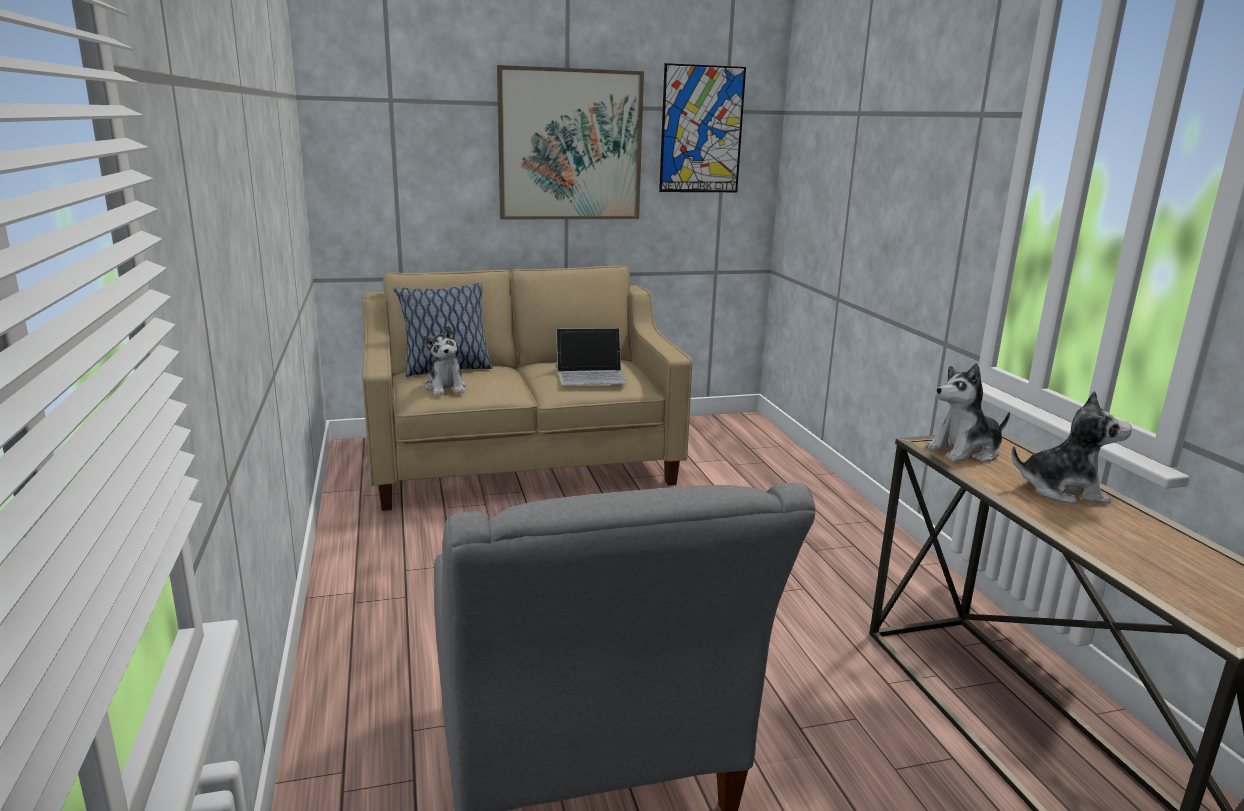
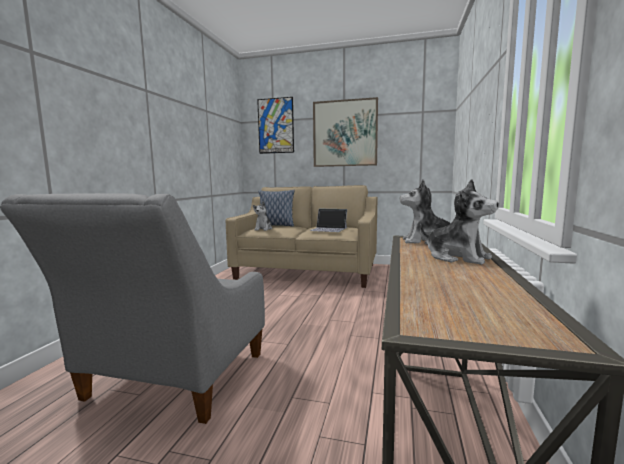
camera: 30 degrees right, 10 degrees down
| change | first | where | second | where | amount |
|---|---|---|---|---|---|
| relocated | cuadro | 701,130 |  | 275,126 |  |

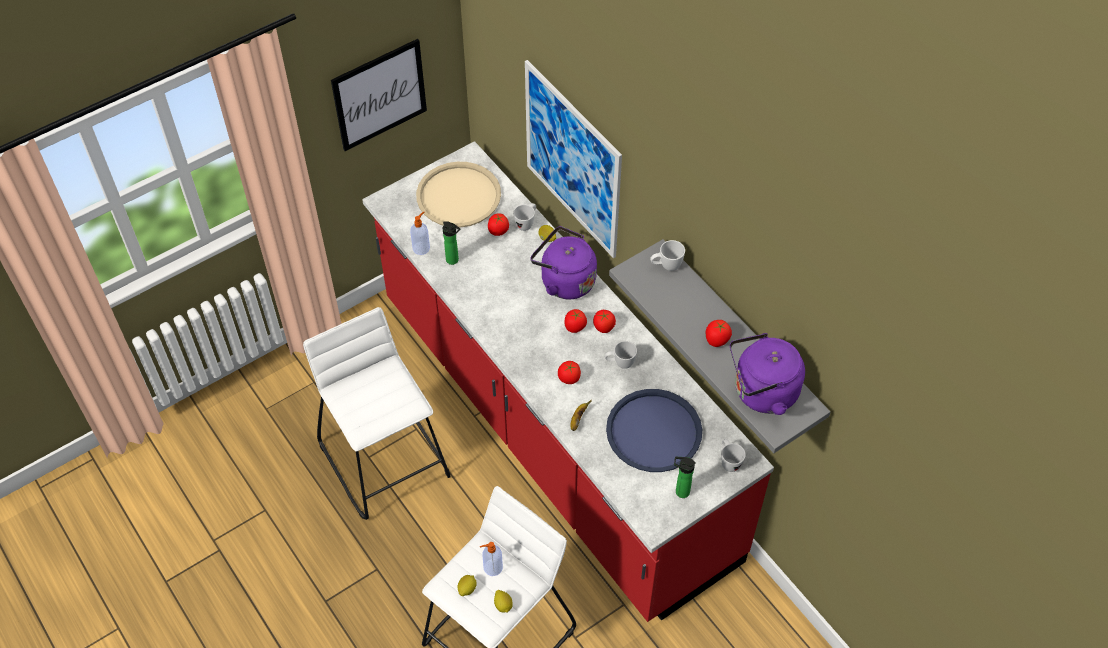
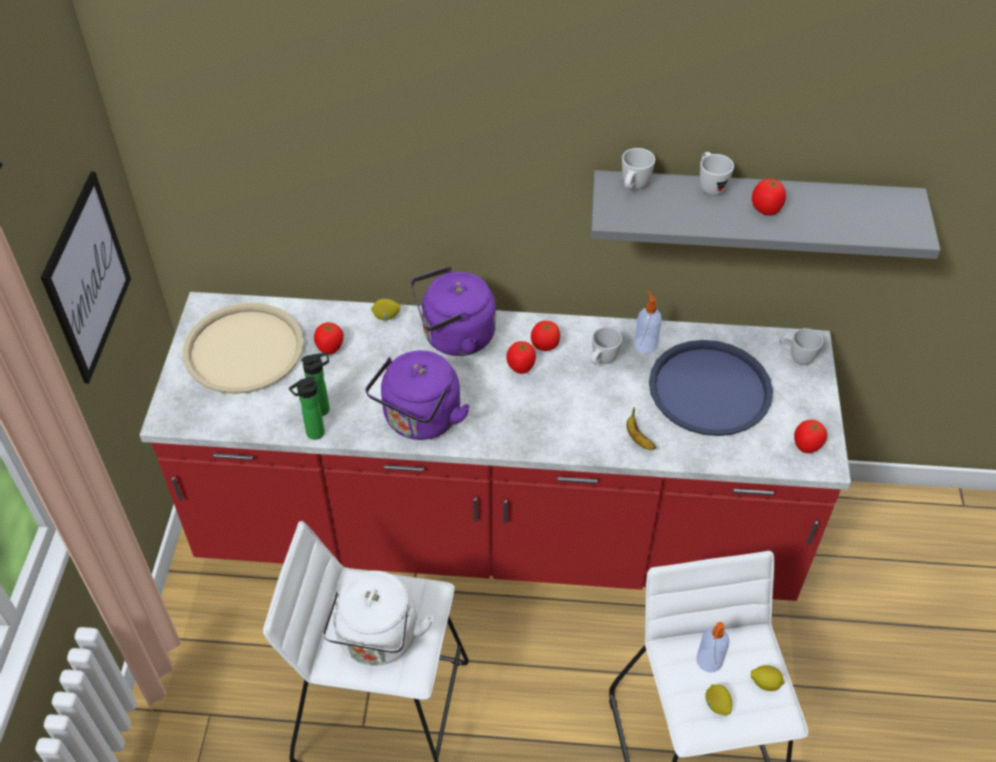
camera: 50 degrees left, 5 degrees down
| change | first | where | second | where | amount |
|---|---|---|---|---|---|
| relocated | botella | 680,491 |  | 312,434 |  |
| appeared |  |  | hervidor (blanco) | 377,640 |  |
| relocated | hervidor (morado) | 761,392 |  | 420,420 |  |
| relocated | dispensador de jabón | 421,248 |  | 645,344 |  |
| relocated | taza grande (blanco) | 526,223 |  | 709,186 |  |
| relocated | tomate | 569,378 |  | 806,446 |  |
| missing | cuadro | 572,160 |  |  |  |

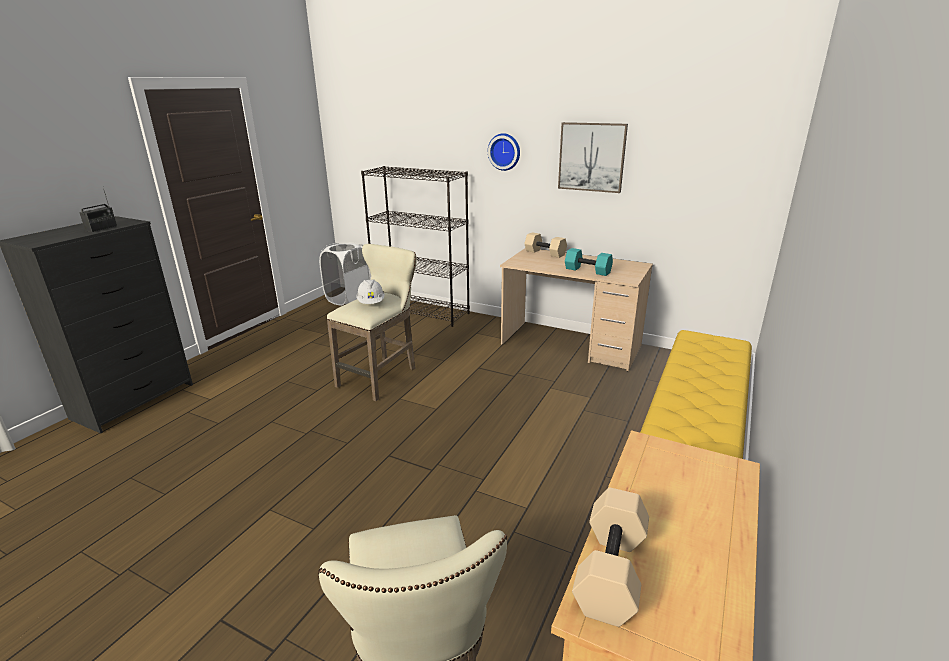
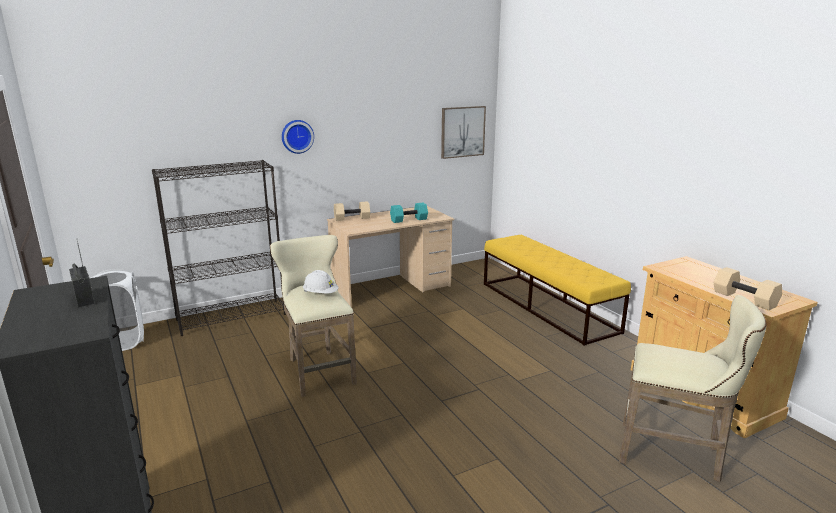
camera: 55 degrees left, 5 degrees down
| change | first | where | second | where | amount |
|---|---|---|---|---|---|
| relocated | cuadro | 591,157 |  | 462,132 |  |

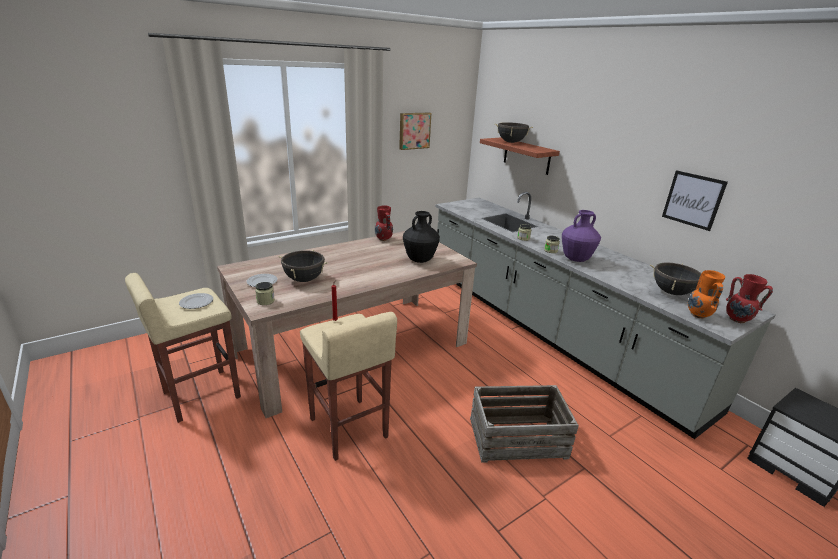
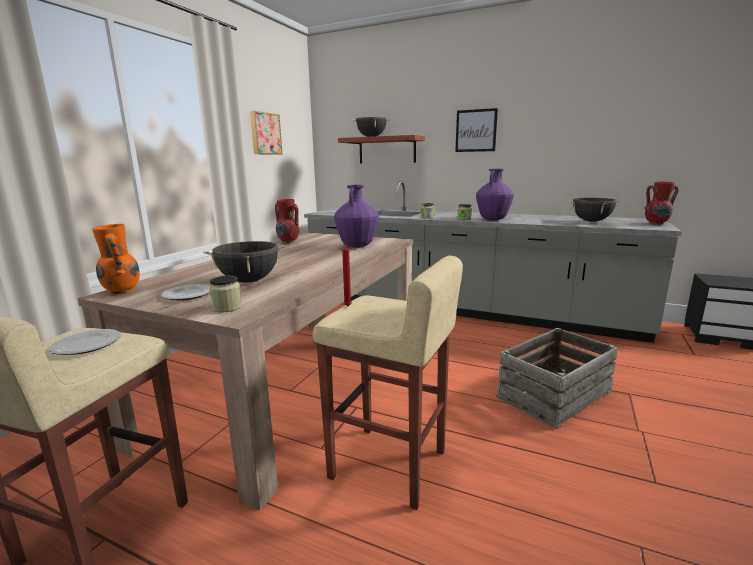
camera: 30 degrees left, 10 degrees down
| change | first | where | second | where | amount |
|---|---|---|---|---|---|
| relocated | florero (naranja) | 698,315 |  | 122,292 |  |
| colour | florero (negro) | 420,260 | florero (morado) | 357,246 |  |
| relocated | cuadro | 693,200 |  | 476,130 |  |

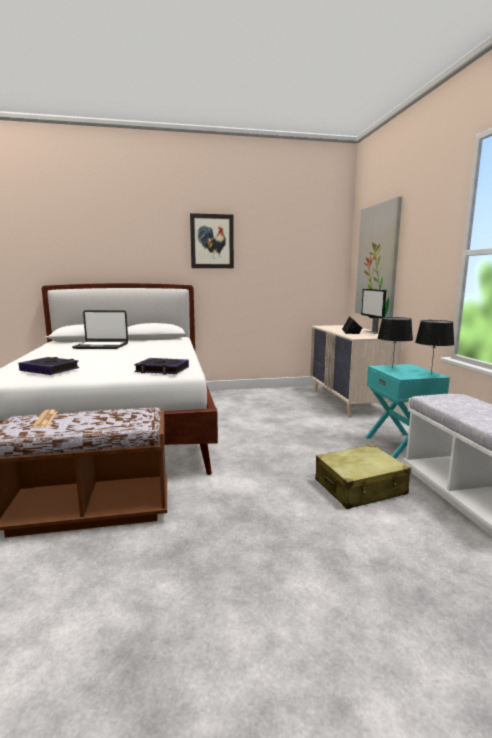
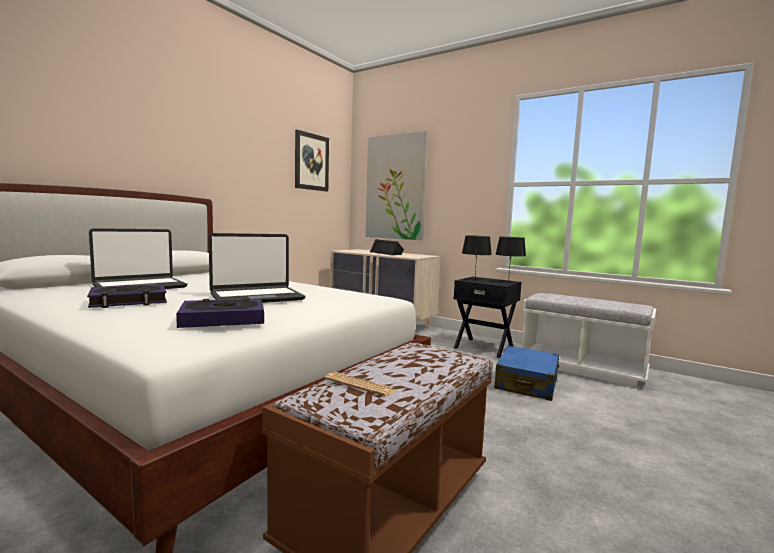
camera: 45 degrees left, 5 degrees down
| change | first | where | second | where | amount |
|---|---|---|---|---|---|
| relocated | libro | 162,370 |  | 129,301 |  |
| appeared |  |  | portátil | 257,297 |  |
| relocated | cuadro | 212,241 |  | 311,162 |  |
| colour | mesita de noche (turquesa) | 400,445 | mesita de noche (negro) | 484,347 |  |
| colour | maleta (beis) | 360,488 | maleta (azul) | 526,383 |  |
| missing | monitor | 372,332 |  |  |  |

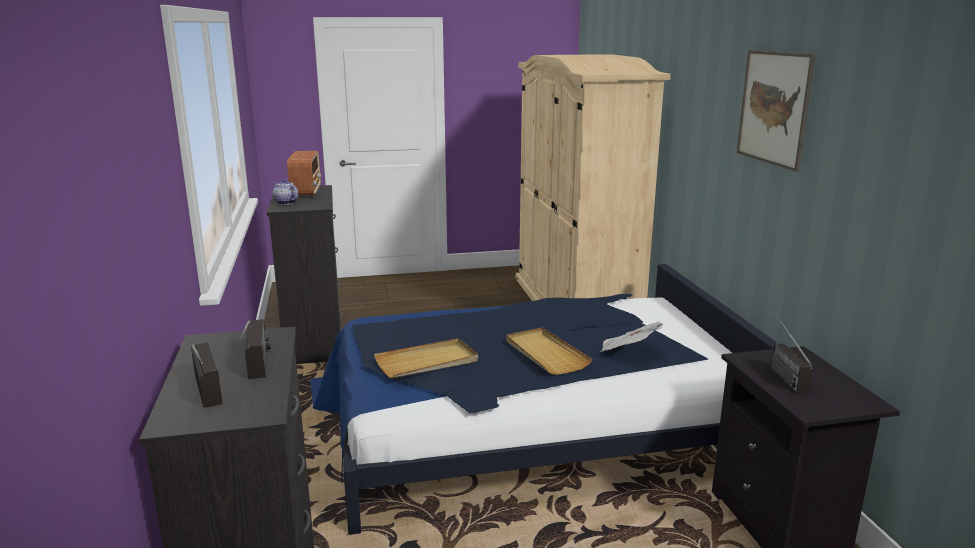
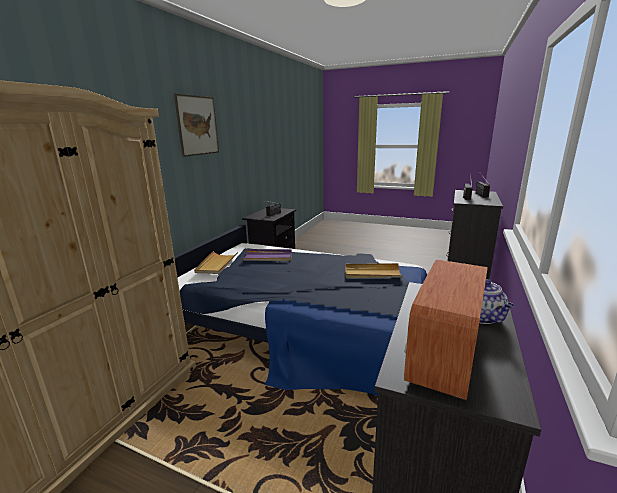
camera: 145 degrees left, 0 degrees up
| change | first | where | second | where | amount |
|---|---|---|---|---|---|
| relocated | bandeja (beis) | 545,354 |  | 217,264 |  |
| exchanged | periódico | 628,351 | bandeja (morado) | 268,257 |  |

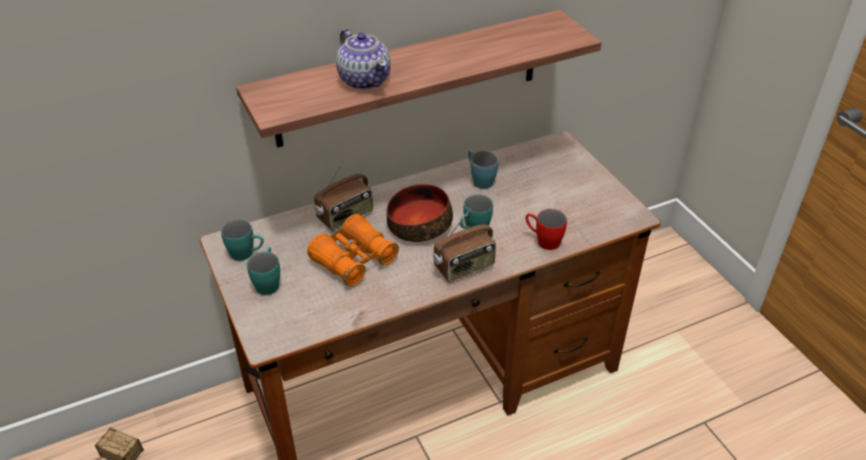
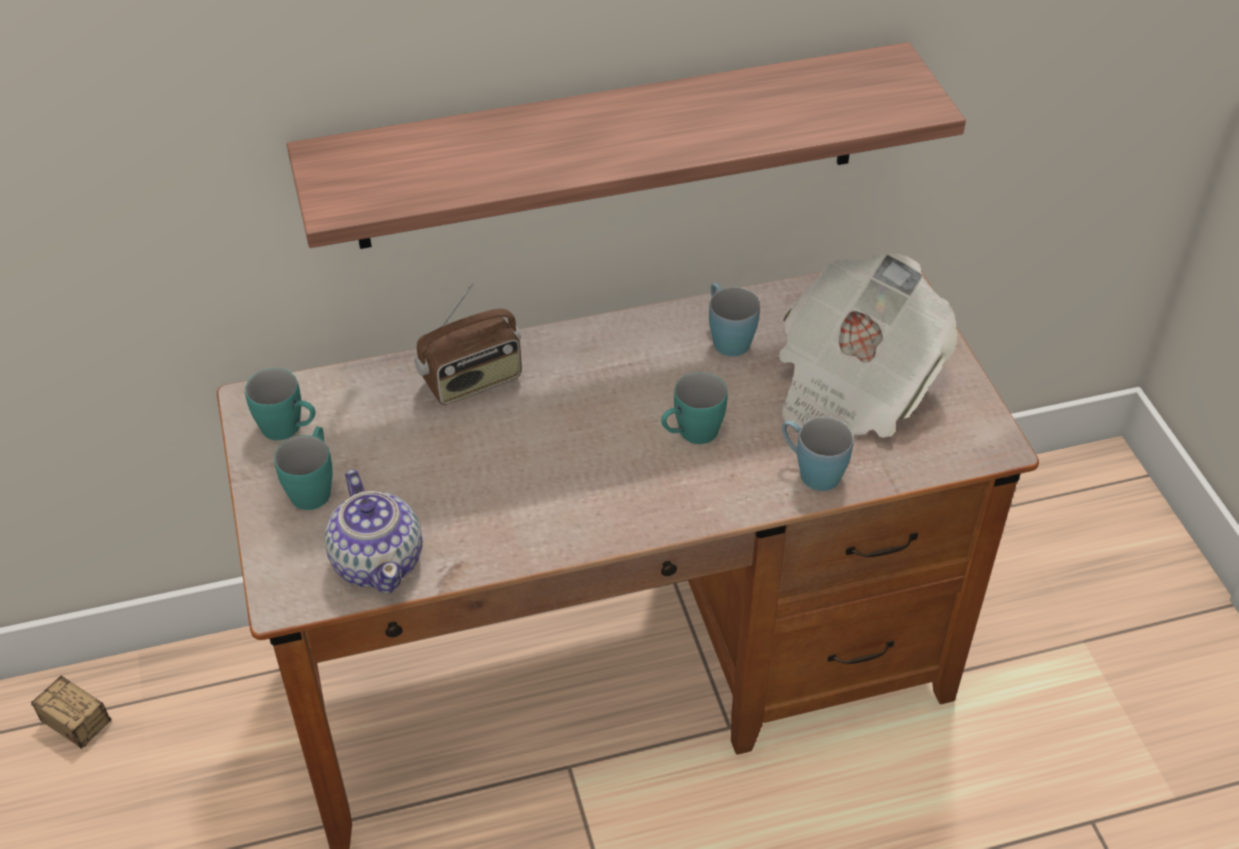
camera: 10 degrees right, 5 degrees up
| change | first | where | second | where | amount |
|---|---|---|---|---|---|
| relocated | tetera | 364,80 |  | 378,561 |  |
| appeared |  |  | periódico | 853,383 |  |
| colour | taza grande (rojo) | 543,241 | taza grande (azul) | 811,471 |  |
| missing | prismáticos (naranja) | 354,260 |  |  |  |
| missing | cuenco | 419,224 |  |  |  |
| missing | radio | 464,268 |  |  |  |

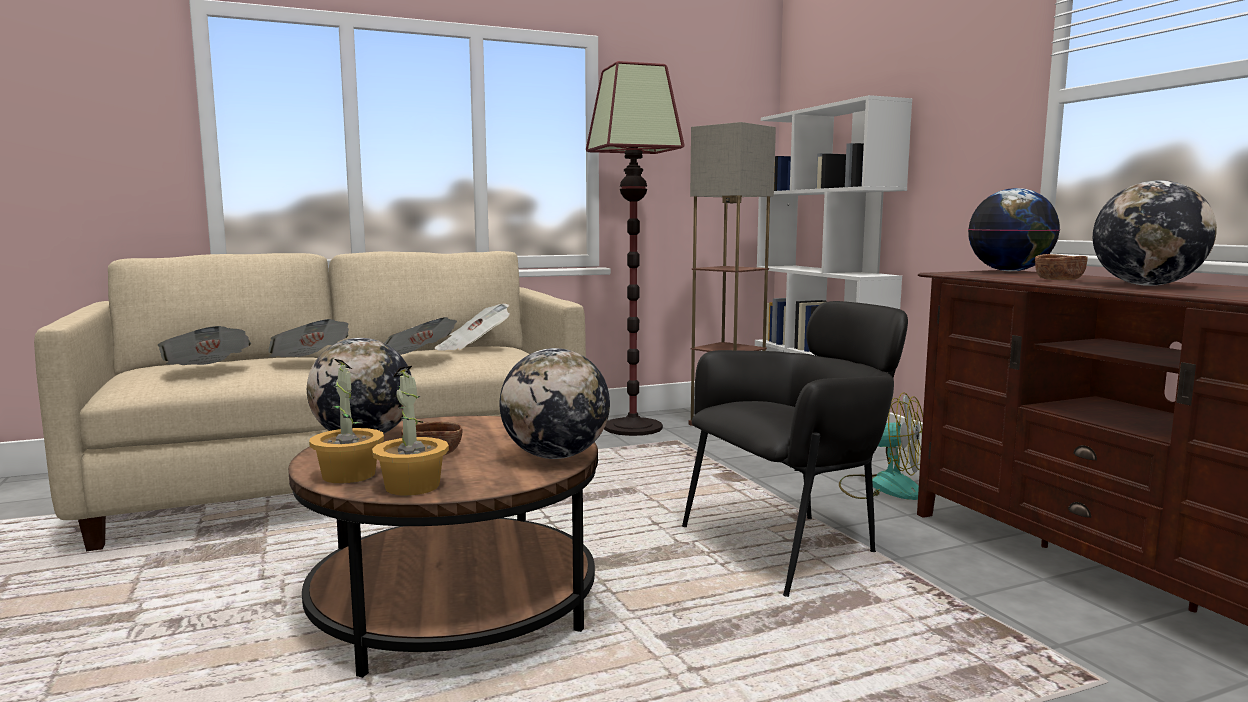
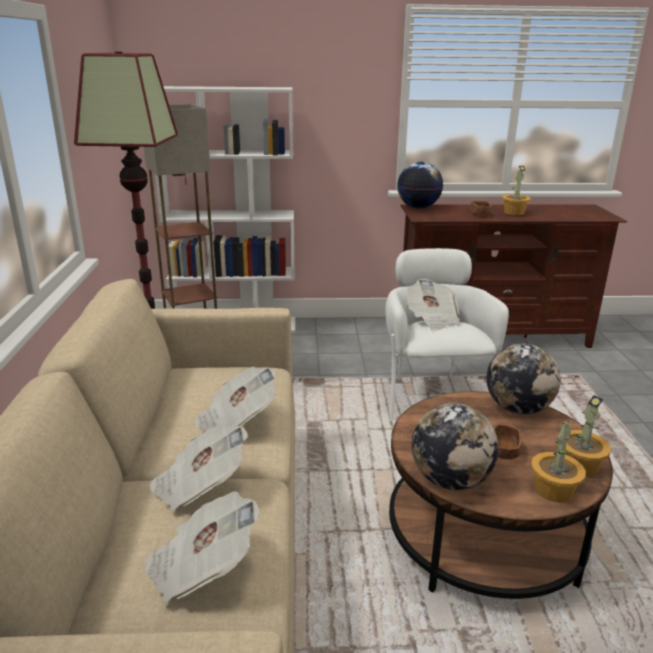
camera: 70 degrees left, 15 degrees up
| change | first | where | second | where | amount |
|---|---|---|---|---|---|
| colour | sillón (negro) | 793,545 | sillón (blanco) | 432,394 |  |
| relocated | periódico | 473,347 |  | 431,318 |  |
| exchanged | globo terráqueo | 1146,285 | planta en maceta | 514,212 |  |
| missing | ventilador | 882,487 |  |  |  |

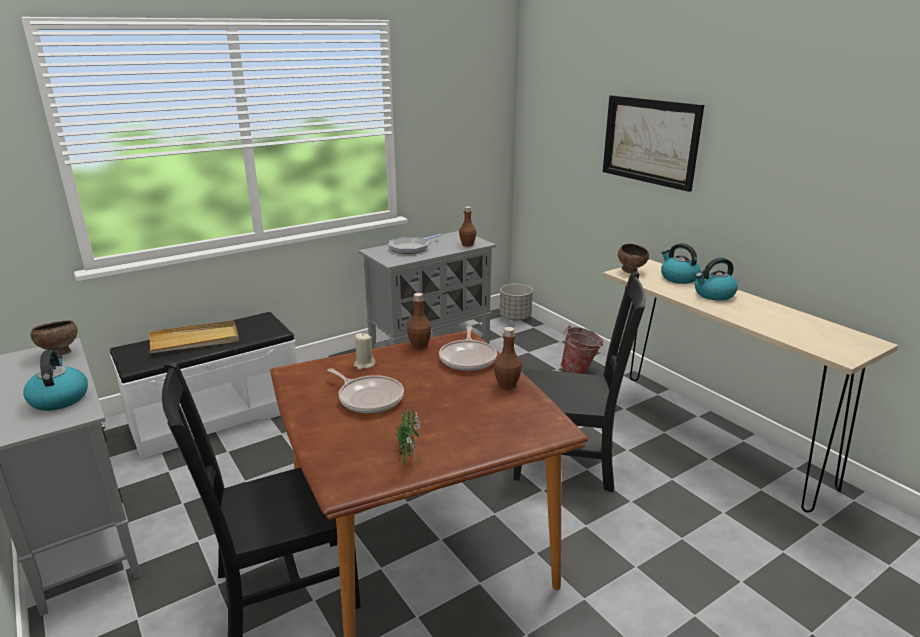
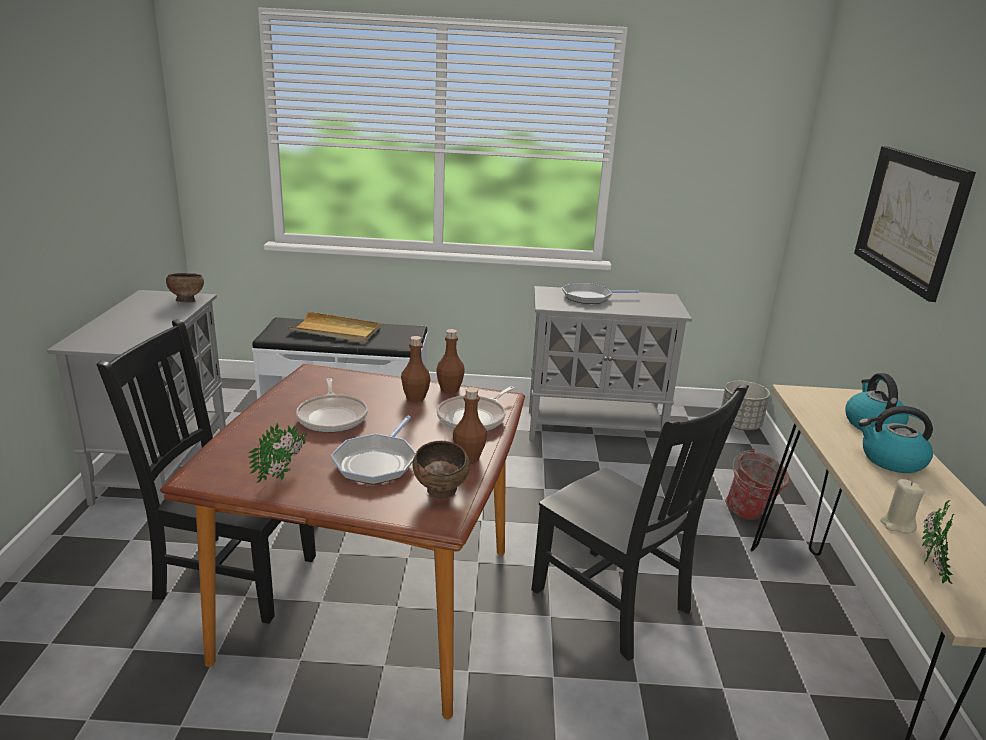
camera: 35 degrees right, 0 degrees up
| change | first | where | second | where | amount |
|---|---|---|---|---|---|
| appeared |  |  | sartén | 377,462 |  |
| relocated | botella (marrón) | 467,244 |  | 415,398 |  |
| relocated | cuenco (marrón) | 631,272 |  | 441,494 |  |
| relocated | vela (beis) | 364,364 |  | 897,525 |  |
| appeared |  |  | planta en maceta | 930,571 |  |
| missing | hervidor | 59,398 |  |  |  |

